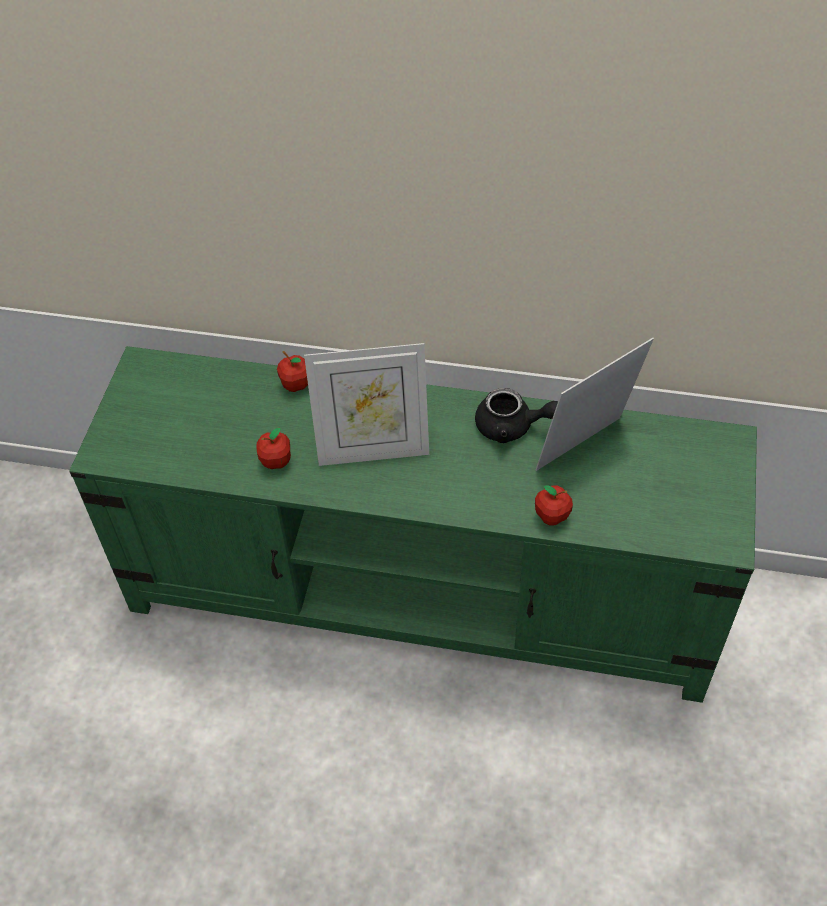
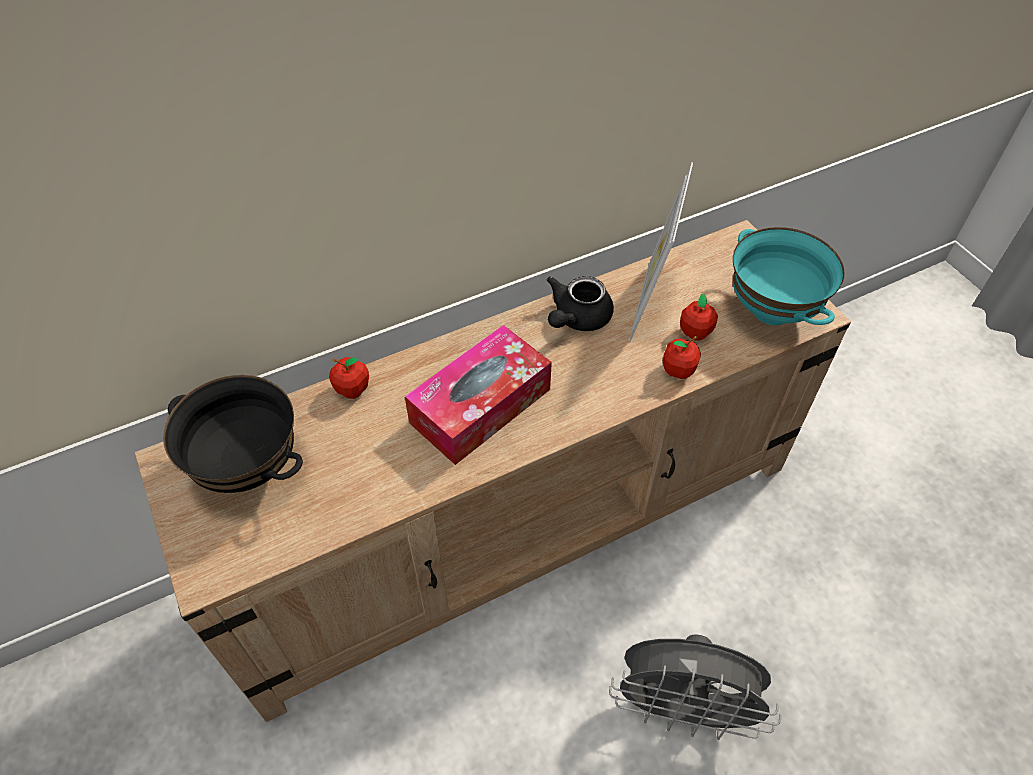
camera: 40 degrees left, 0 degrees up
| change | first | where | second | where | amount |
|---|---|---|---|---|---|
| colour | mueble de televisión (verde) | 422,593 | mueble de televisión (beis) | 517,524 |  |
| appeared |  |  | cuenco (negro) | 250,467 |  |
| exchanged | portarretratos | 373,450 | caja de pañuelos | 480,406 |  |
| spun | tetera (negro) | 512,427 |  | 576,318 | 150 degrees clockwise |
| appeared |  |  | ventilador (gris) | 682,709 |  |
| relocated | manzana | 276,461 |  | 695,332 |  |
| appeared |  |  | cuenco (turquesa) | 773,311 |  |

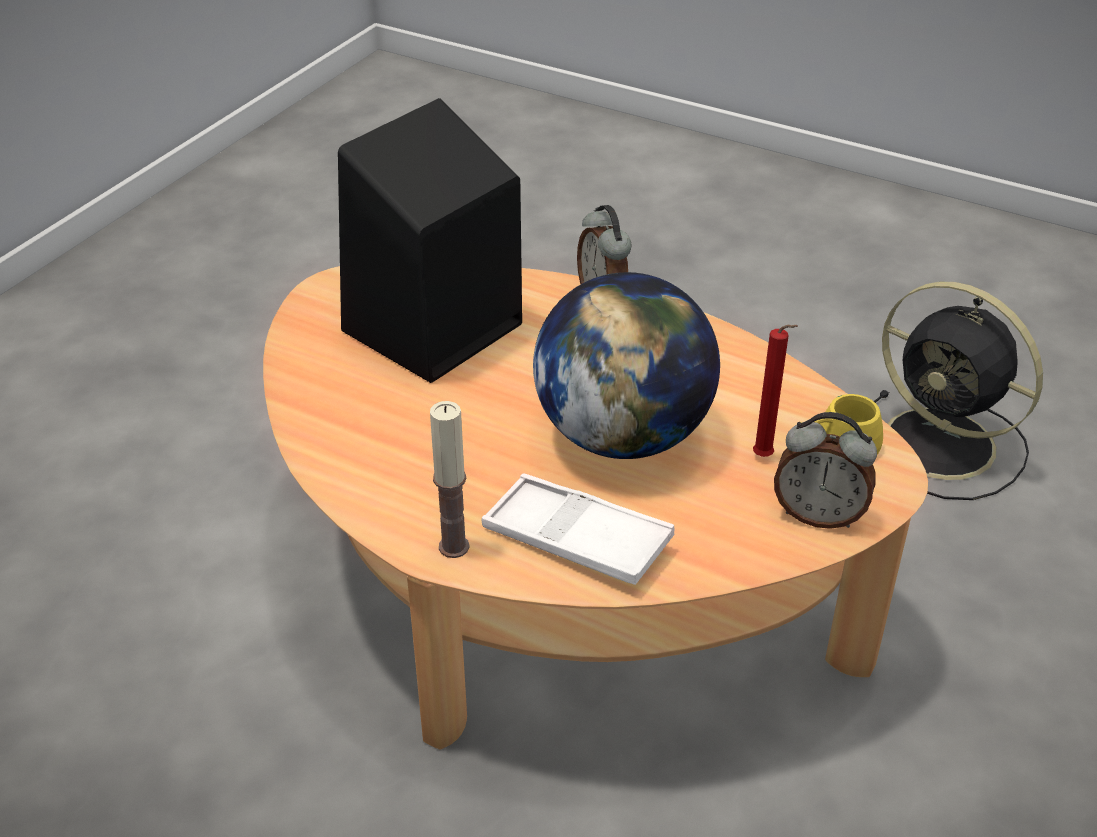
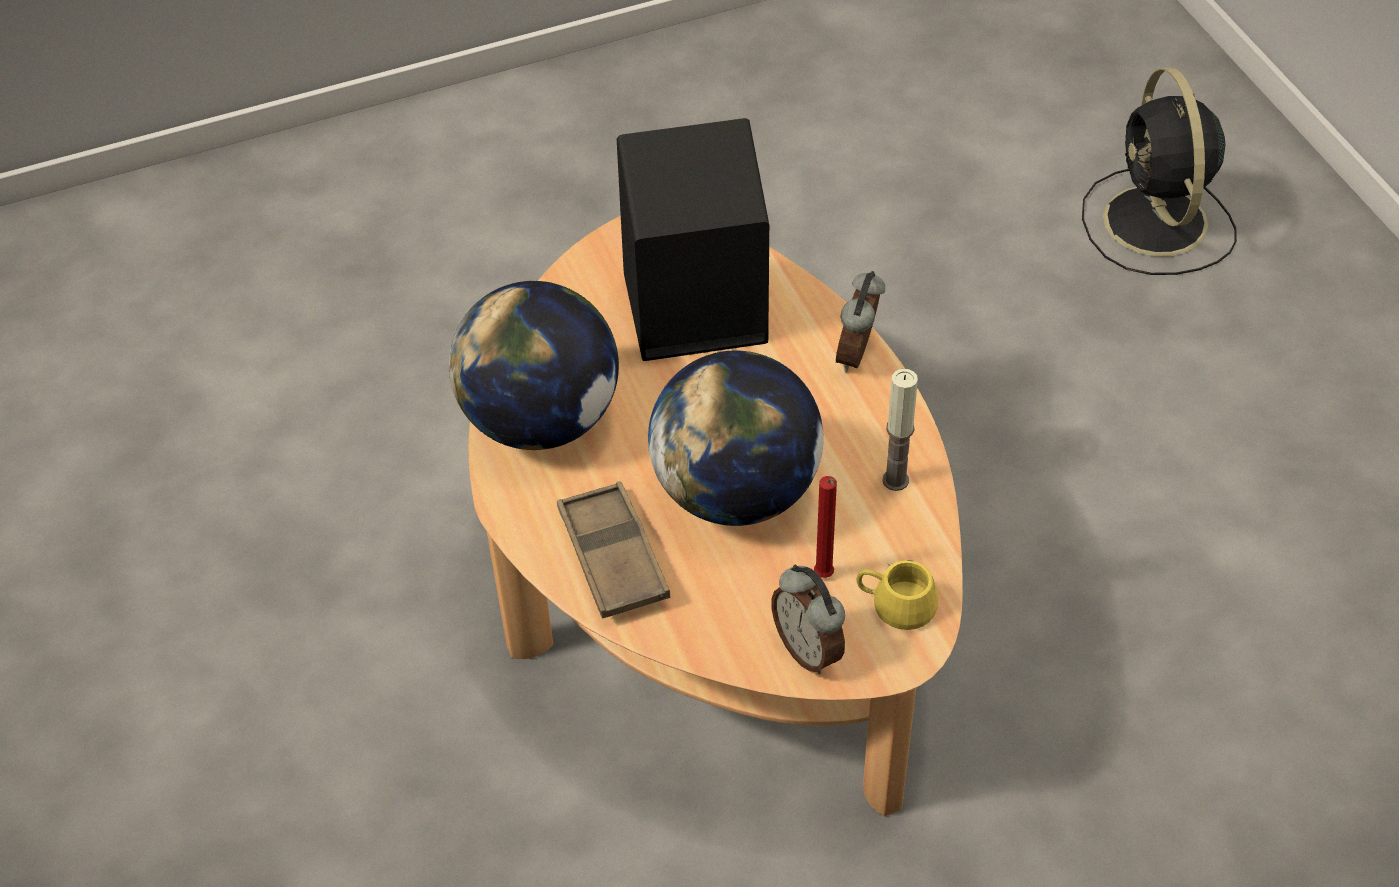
camera: 40 degrees right, 10 degrees up
| change | first | where | second | where | amount |
|---|---|---|---|---|---|
| appeared |  |  | globo terráqueo | 541,420 |  |
| colour | bandeja (blanco) | 576,538 | bandeja (marrón) | 613,557 |  |
| relocated | vela | 454,546 |  | 895,480 |  |
| relocated | ventilador (negro) | 944,446 |  | 1156,224 |  |

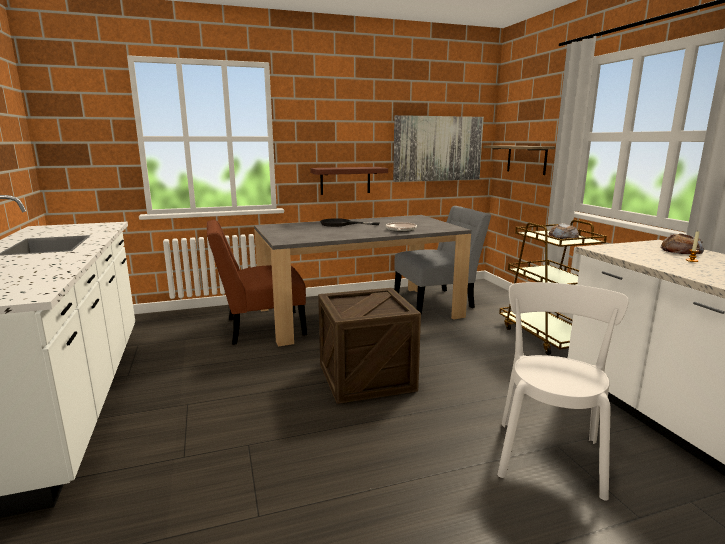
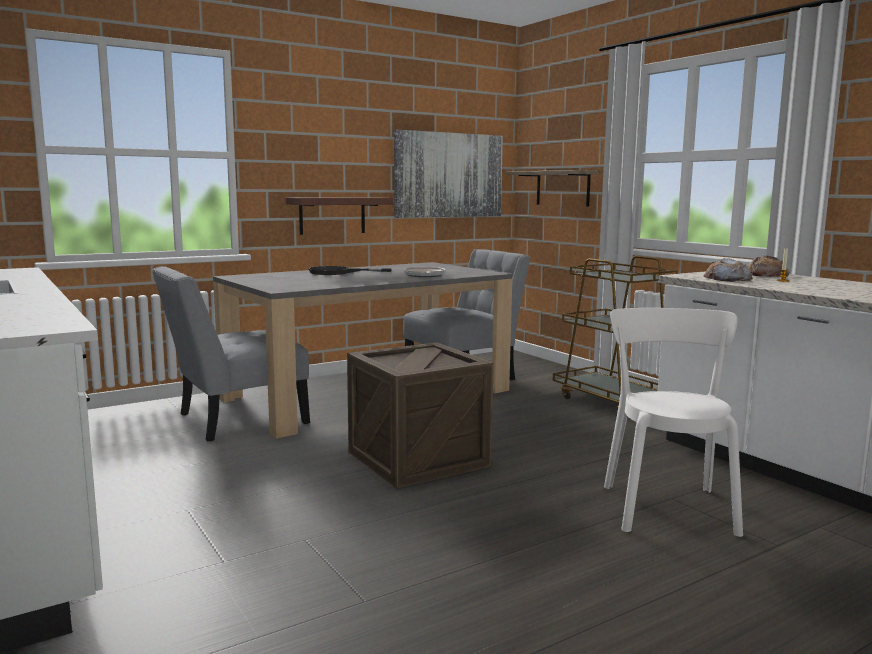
camera: 15 degrees left, 5 degrees down
| change | first | where | second | where | amount |
|---|---|---|---|---|---|
| colour | silla (marrón) | 260,327 | silla (gris) | 235,420 |  |
| relocated | pan | 563,237 |  | 727,279 |  |

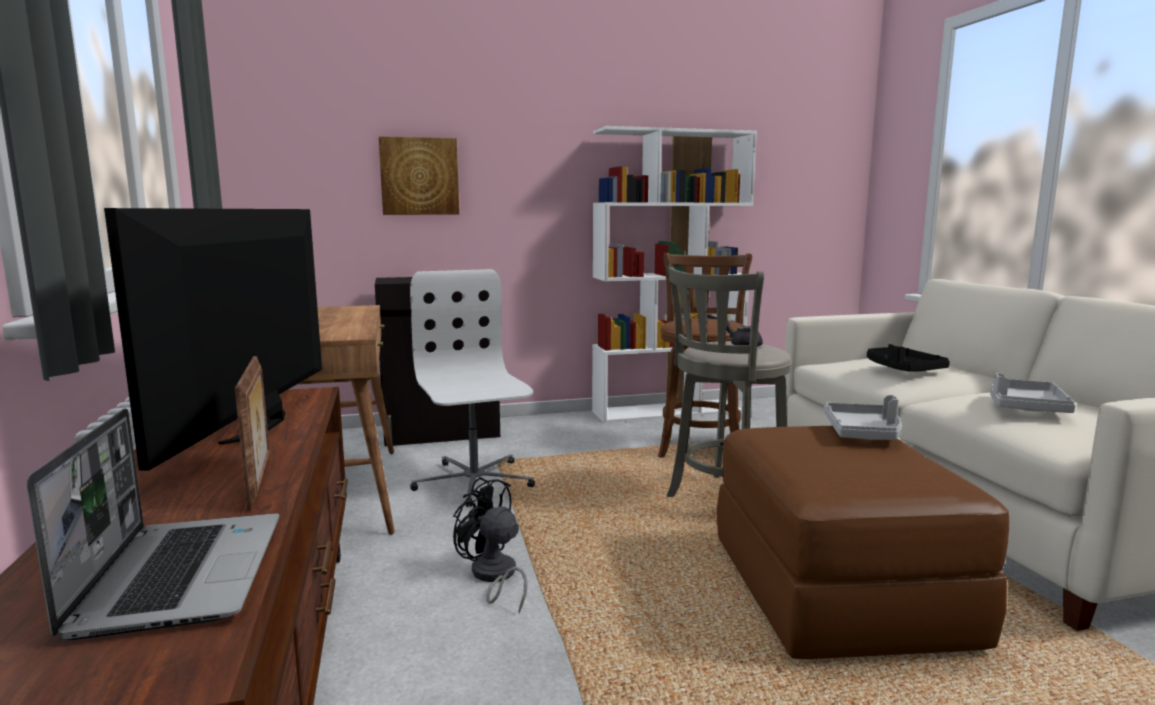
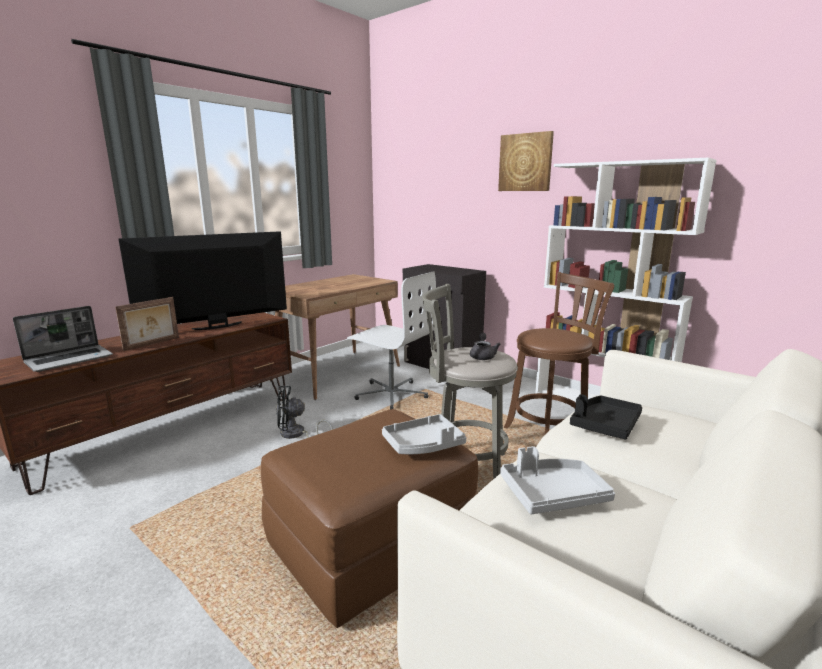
camera: 55 degrees right, 5 degrees up
| change | first | where | second | where | amount |
|---|---|---|---|---|---|
| spun | ventilador (negro) | 493,577 |  | 296,435 | 105 degrees counterclockwise |
| spun | silla de oficina (blanco) | 473,482 |  | 391,394 | 90 degrees clockwise |
| relocated | cuadro | 419,176 |  | 525,162 |  |

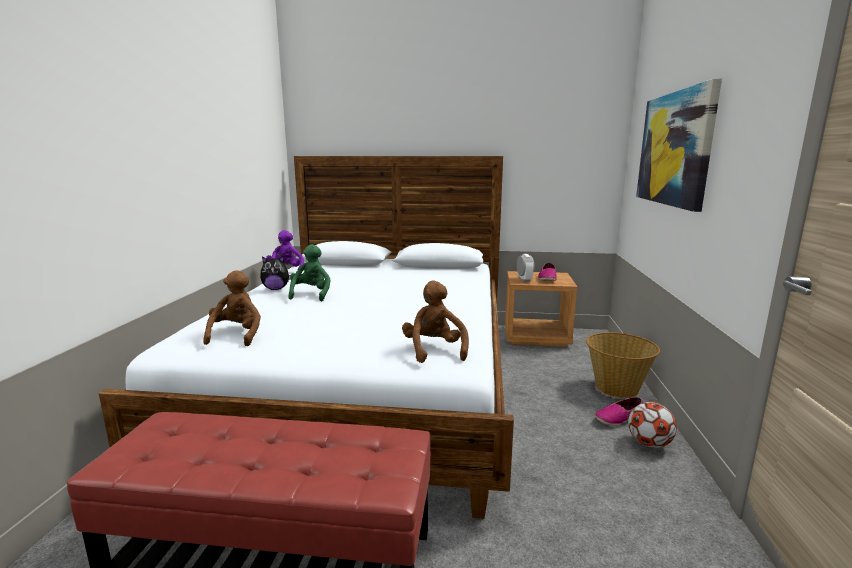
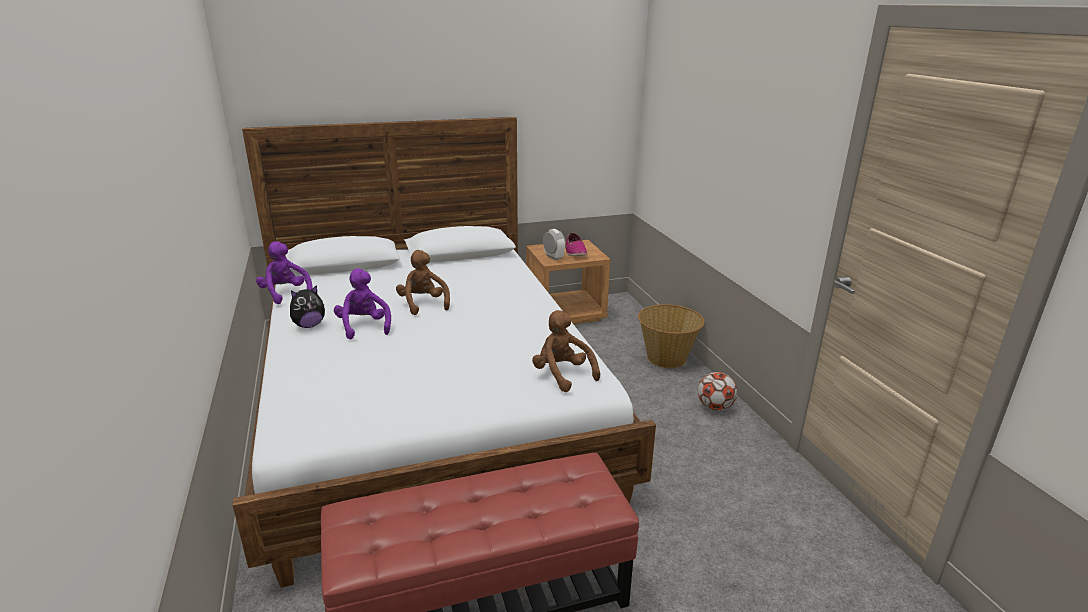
camera: 25 degrees left, 10 degrees up
| change | first | where | second | where | amount |
|---|---|---|---|---|---|
| colour | peluche (verde) | 311,294 | peluche (morado) | 364,326 |  |
| relocated | peluche (marrón) | 237,335 |  | 423,304 |  |
| missing | zapato | 618,418 |  |  |  |
| missing | cuadro | 674,149 |  |  |  |

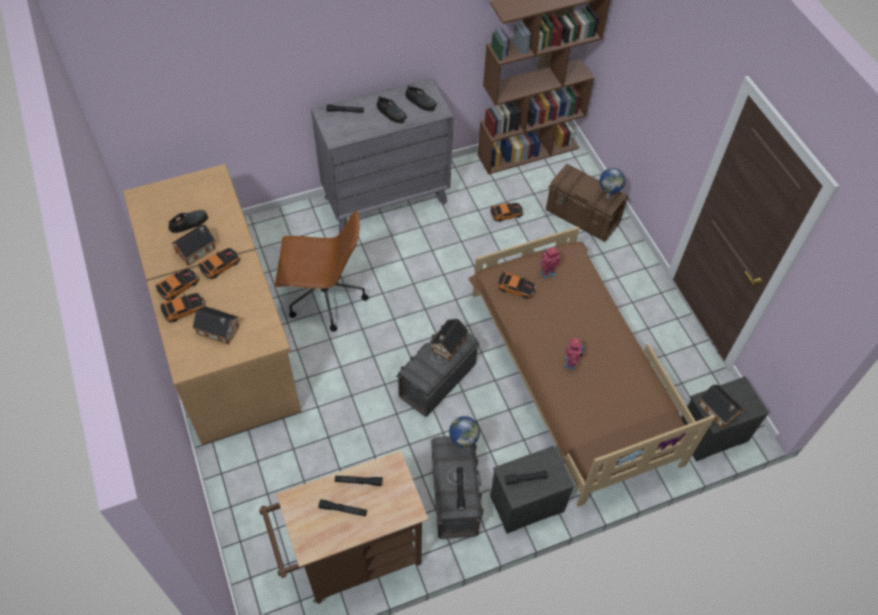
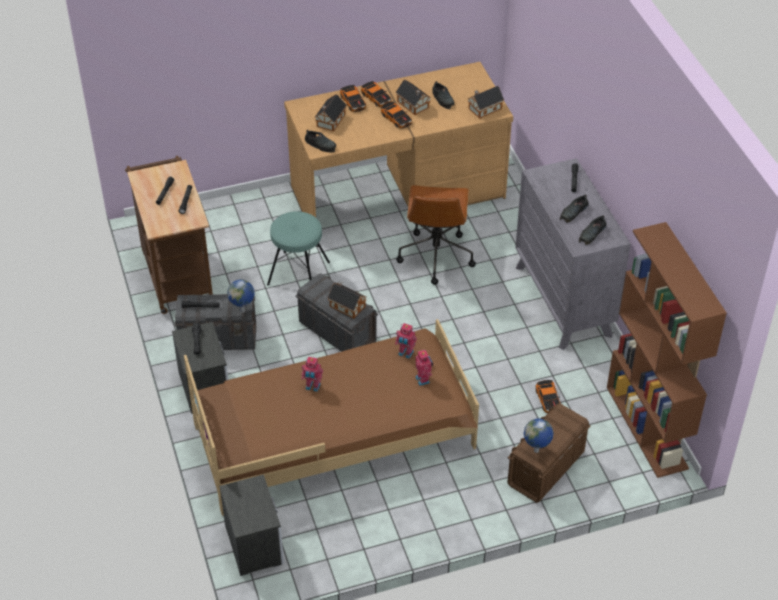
camera: 95 degrees right, 10 degrees down
| change | first | where | second | where | amount |
|---|---|---|---|---|---|
| appeared |  |  | taburete (turquesa) | 298,273 |  |
| appeared |  |  | zapato (negro) | 321,144 |  |
| exchanged | coche de juguete | 516,287 | robot de juguete | 405,354 |  |
| relocated | casita | 718,411 |  | 483,109 |  |

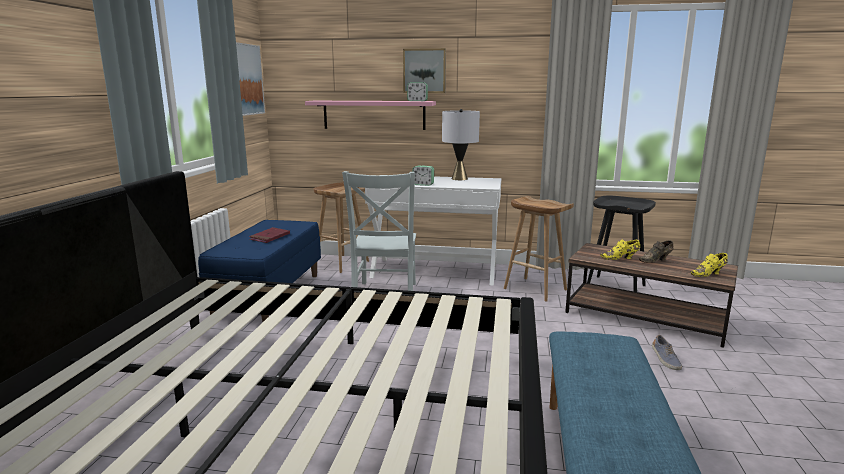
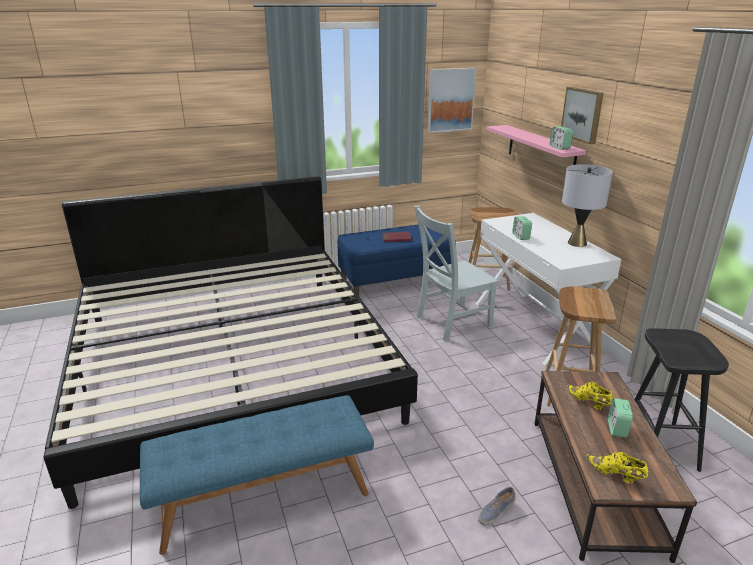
camera: 60 degrees right, 10 degrees up
| change | first | where | second | where | amount |
|---|---|---|---|---|---|
| exchanged | zapato (marrón) | 656,260 | despertador | 617,429 |  |

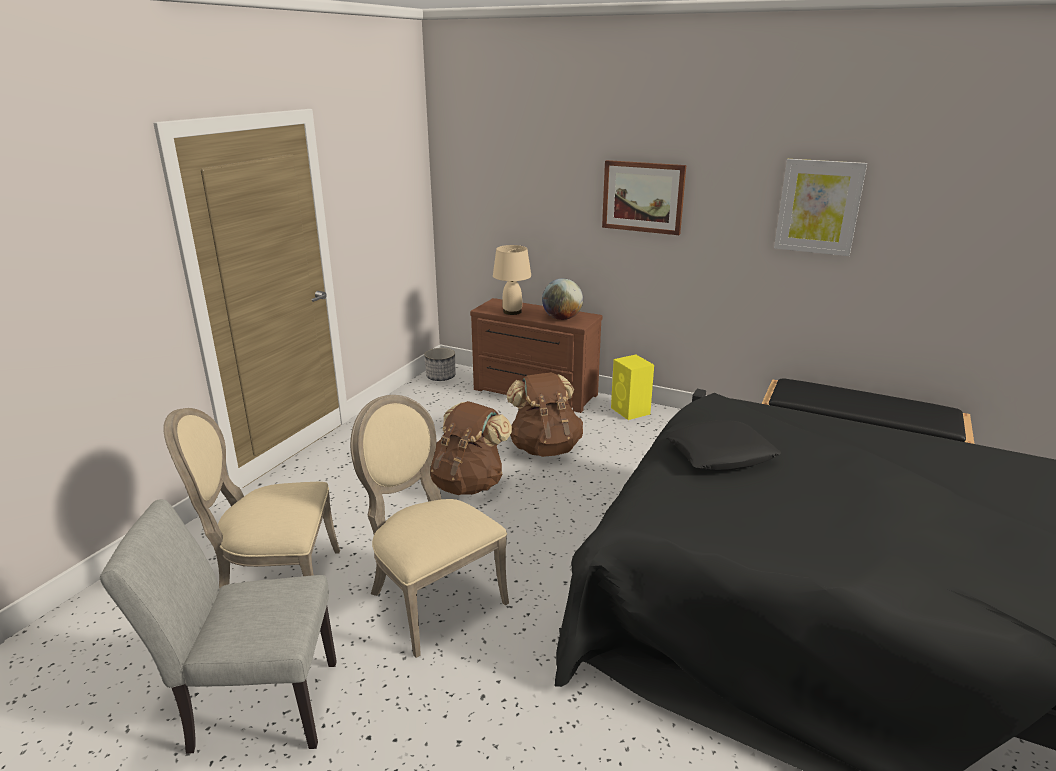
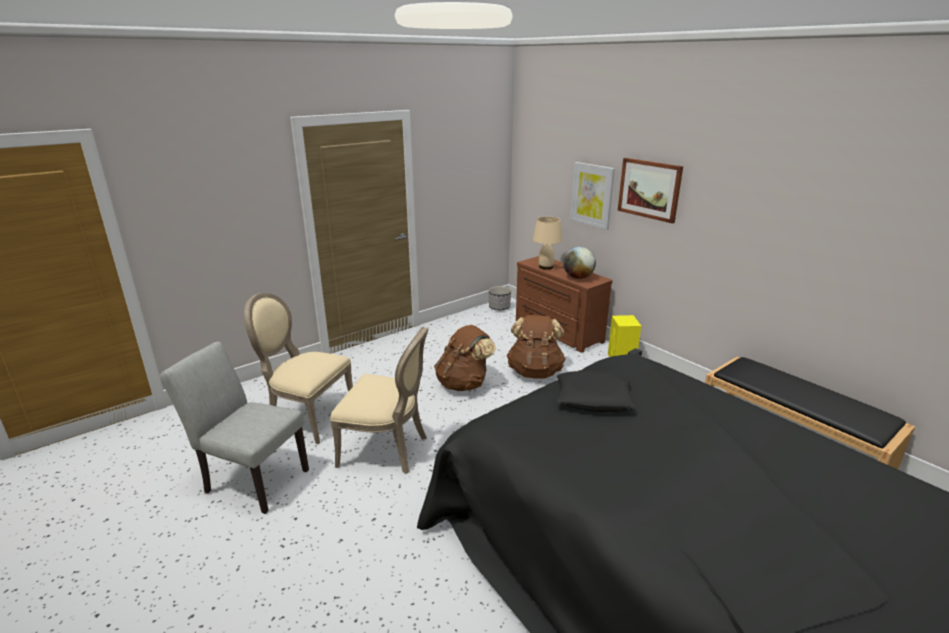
camera: 25 degrees right, 0 degrees up
| change | first | where | second | where | amount |
|---|---|---|---|---|---|
| spun | silla (beis) | 431,598 |  | 387,449 | 120 degrees clockwise |
| relocated | cuadro | 818,207 |  | 592,195 |  |

